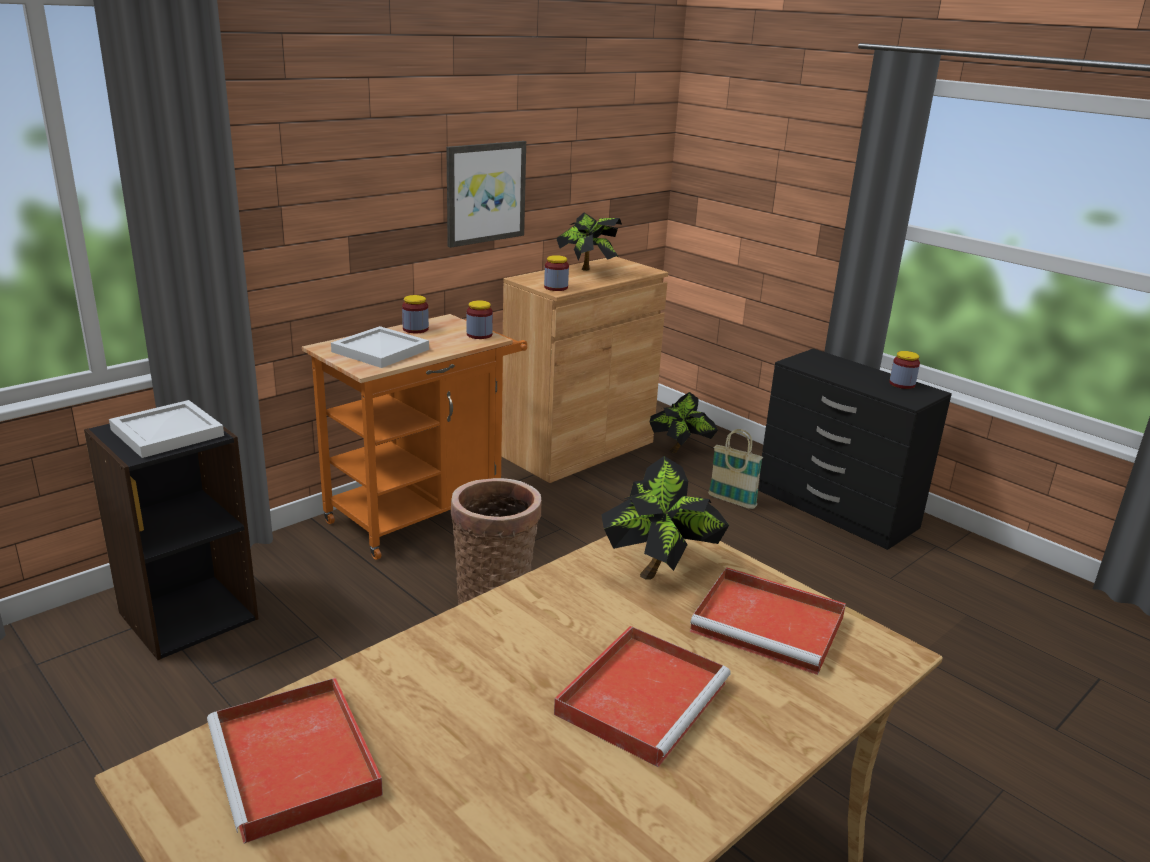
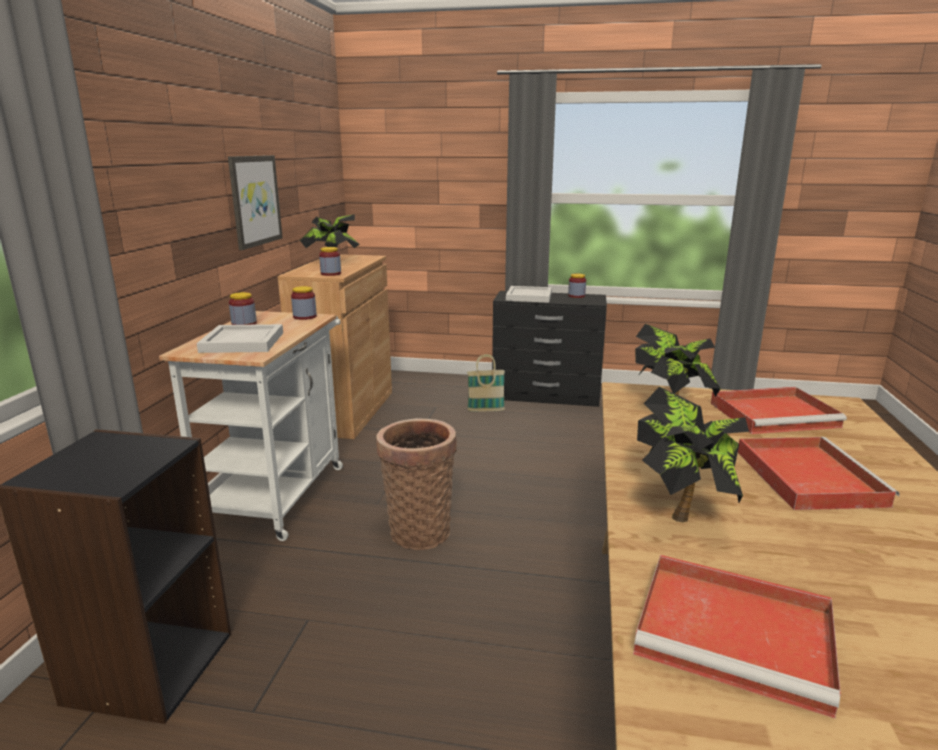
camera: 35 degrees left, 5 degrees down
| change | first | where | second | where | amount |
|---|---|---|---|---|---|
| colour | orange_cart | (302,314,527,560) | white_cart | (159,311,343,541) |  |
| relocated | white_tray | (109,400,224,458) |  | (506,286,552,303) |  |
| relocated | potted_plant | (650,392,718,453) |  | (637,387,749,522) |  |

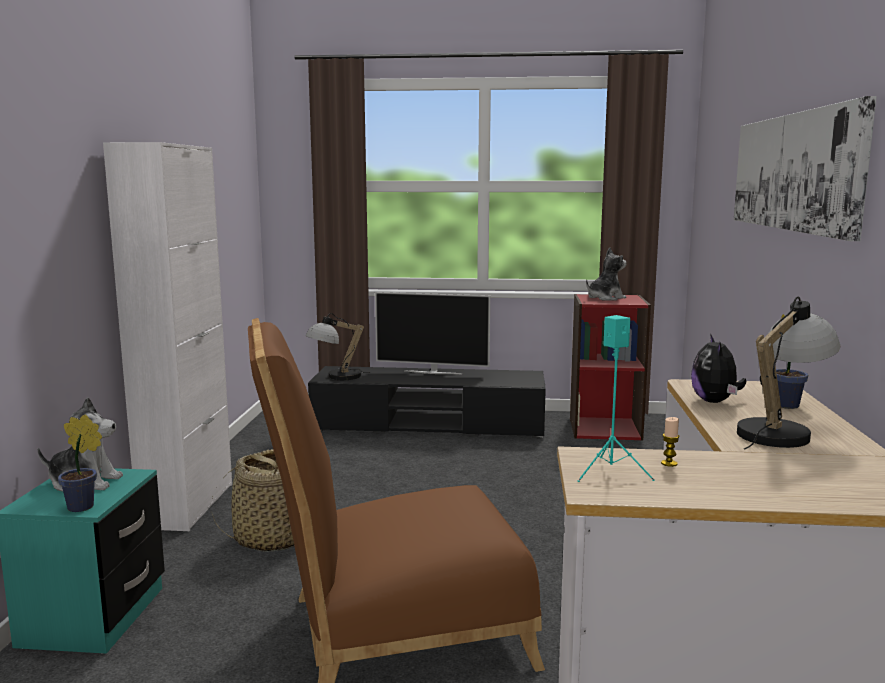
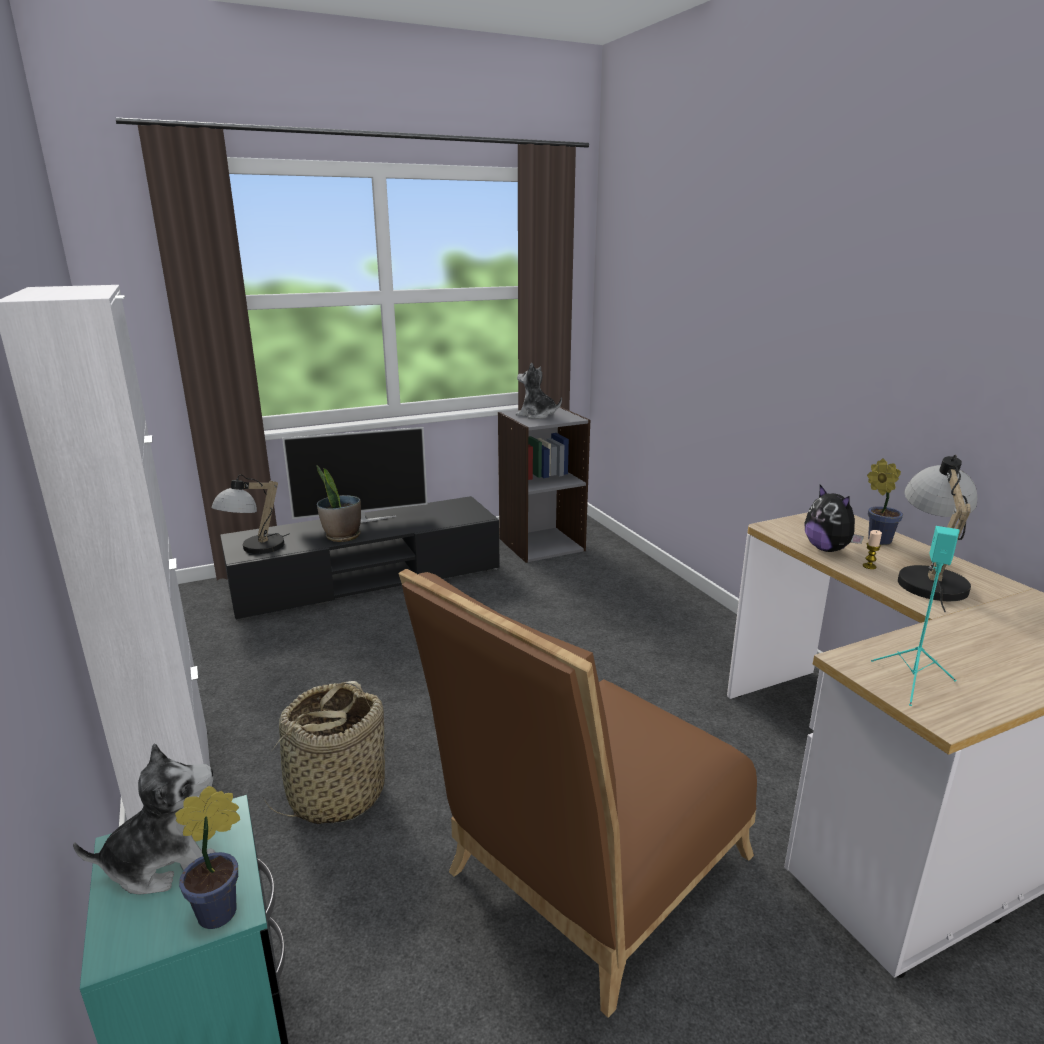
camera: 30 degrees left, 10 degrees up
| change | first | where | second | where | amount |
|---|---|---|---|---|---|
| appeared |  |  | potted_plant | (316,465,361,542) |  |
| colour | red_bookcase | (570,294,651,441) | grey_bookcase | (498,407,590,563) |  |
| spun | plush_toy | (586,247,627,301) |  | (516,362,562,419) | 90 degrees counterclockwise |
| relocated | candle | (661,417,680,467) |  | (863,530,882,569) |  |
| missing | picture | (734,96,877,241) |  |  |  |

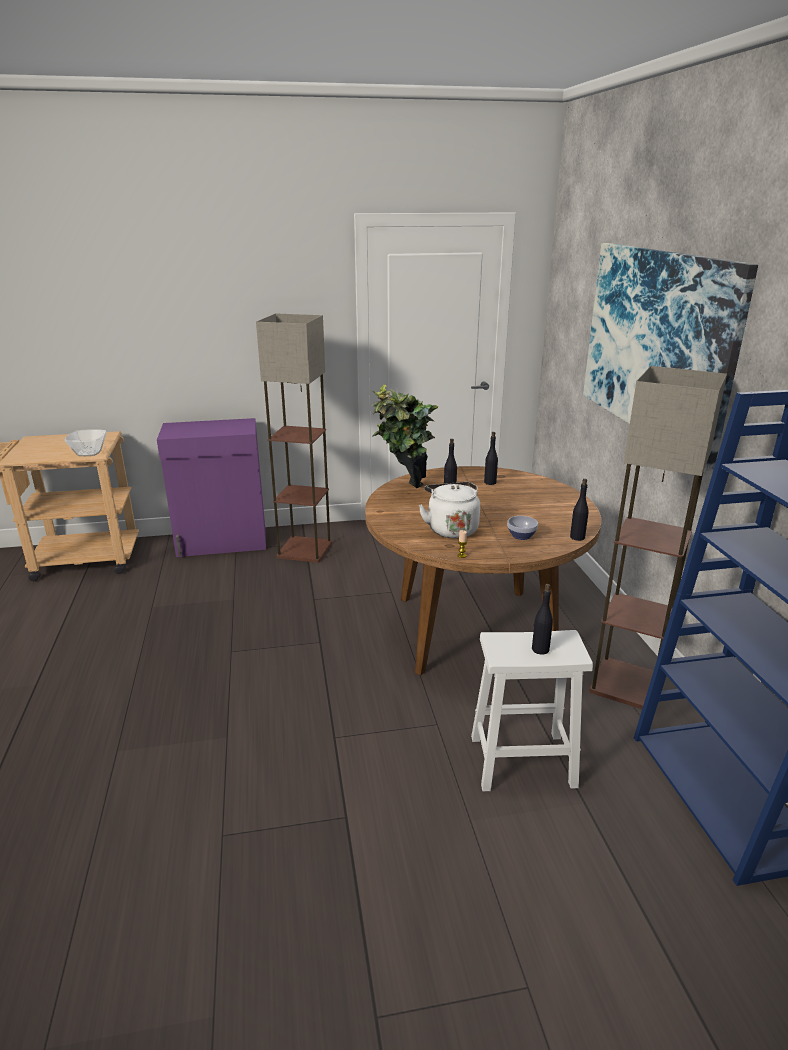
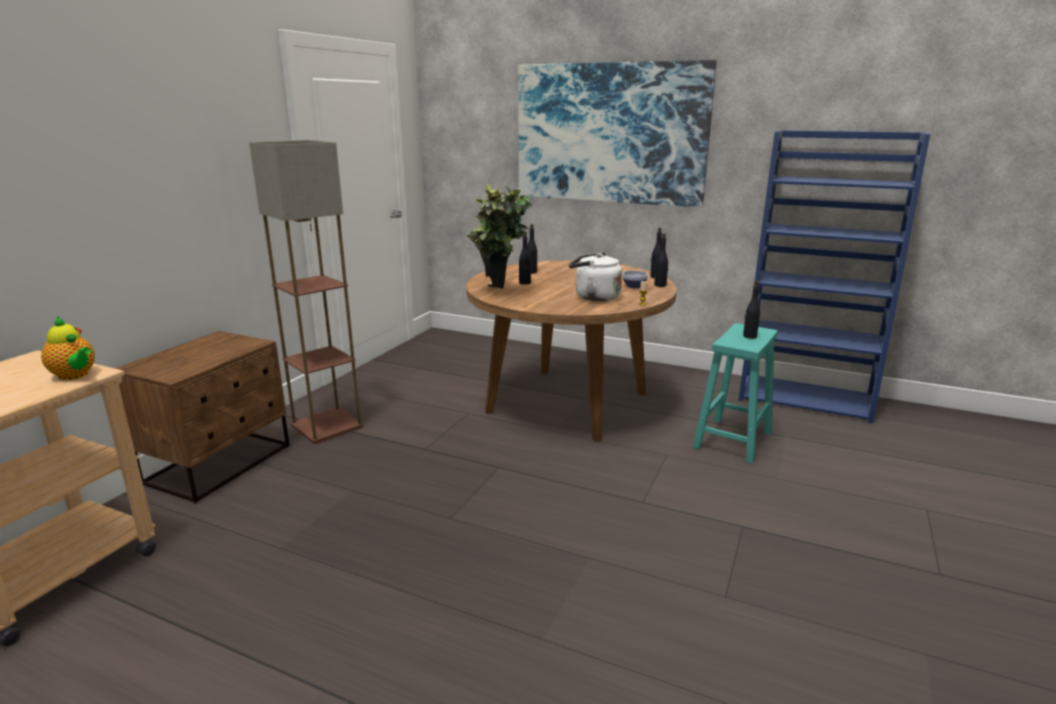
camera: 55 degrees left, 5 degrees down
| change | first | where | second | where | amount |
|---|---|---|---|---|---|
| exchanged | bowl | (65,429,107,456) | teapot | (41,316,95,380) |  |
| exchanged | purple_cabinet | (157,418,266,557) | brown_nightstand | (114,331,290,504) |  |
| appeared |  |  | black_bottle | (654,233,668,287) |  |
| colour | white_stool | (471,630,593,791) | turquoise_stool | (693,323,778,464) |  |
| missing | floor_lamp | (589,366,727,709) |  |  |  |

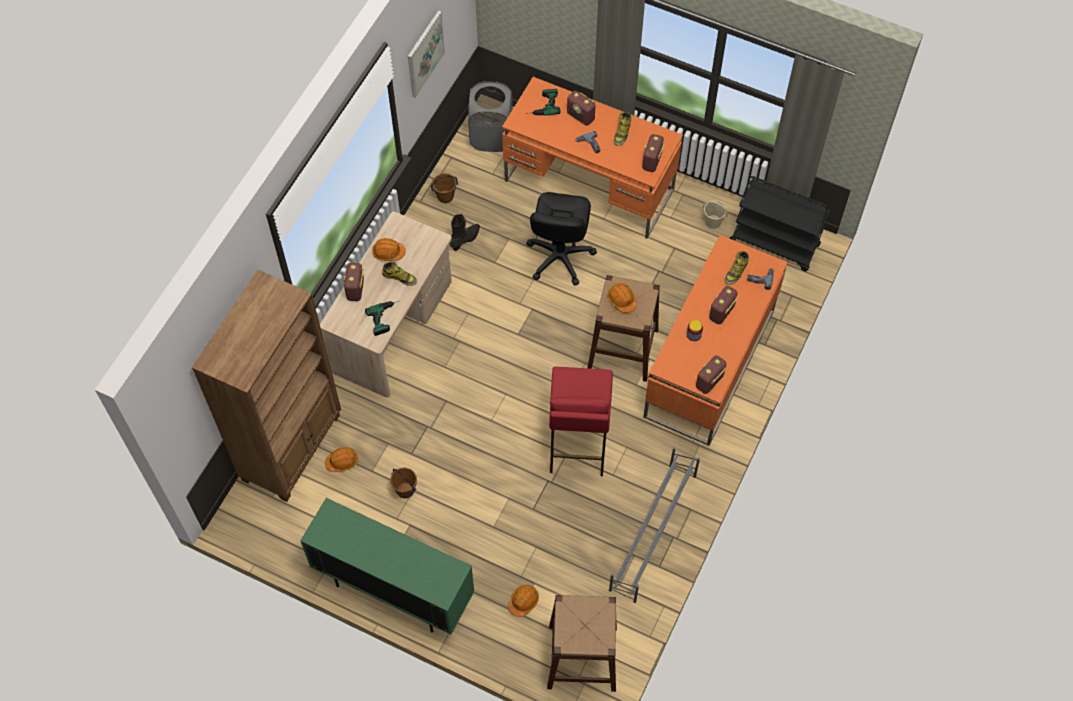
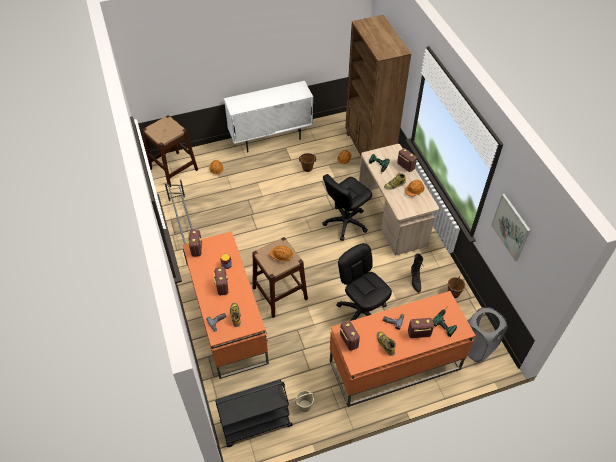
camera: 135 degrees right, 10 degrees down
| change | first | where | second | where | amount |
|---|---|---|---|---|---|
| colour | green_cabinet | (300,498,475,635) | white_cabinet | (224,81,313,152) |  |
| appeared |  |  | black_office_chair | (323,174,372,241) |  |
| missing | red_stool | (549,367,613,476) |  |  |  |

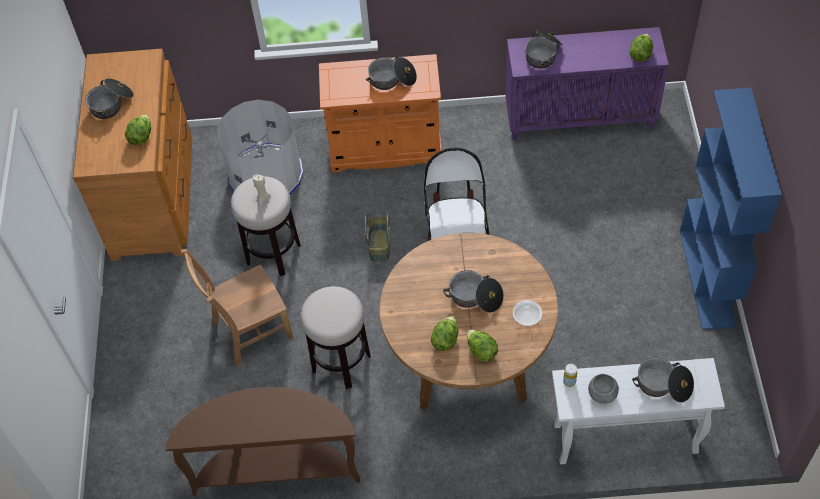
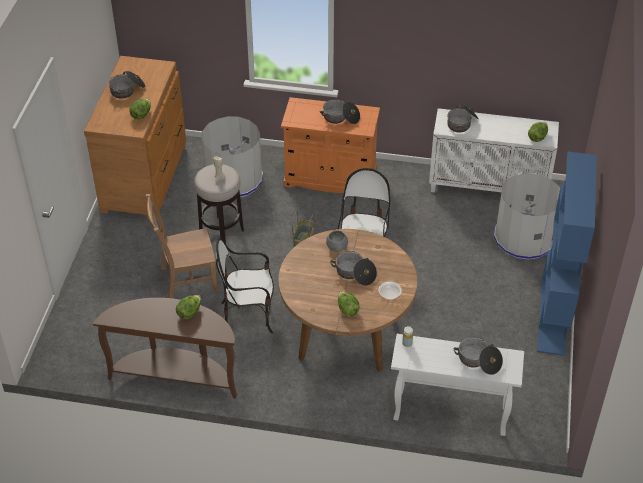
camera: 10 degrees right, 10 degrees down
| change | first | where | second | where | amount |
|---|---|---|---|---|---|
| relocated | lettuce | (430,316,458,351) |  | (176,295,201,319) |  |
| exchanged | stool | (300,286,371,389) | chair | (216,238,274,333) |  |
| relocated | grey_bowl | (588,374,619,404) |  | (326,230,348,252) |  |
| colour | purple_cabinet | (505,27,669,140) | white_cabinet | (429,108,559,193) |  |
| appeared |  |  | grey_trash_can | (494,173,560,260) |  |

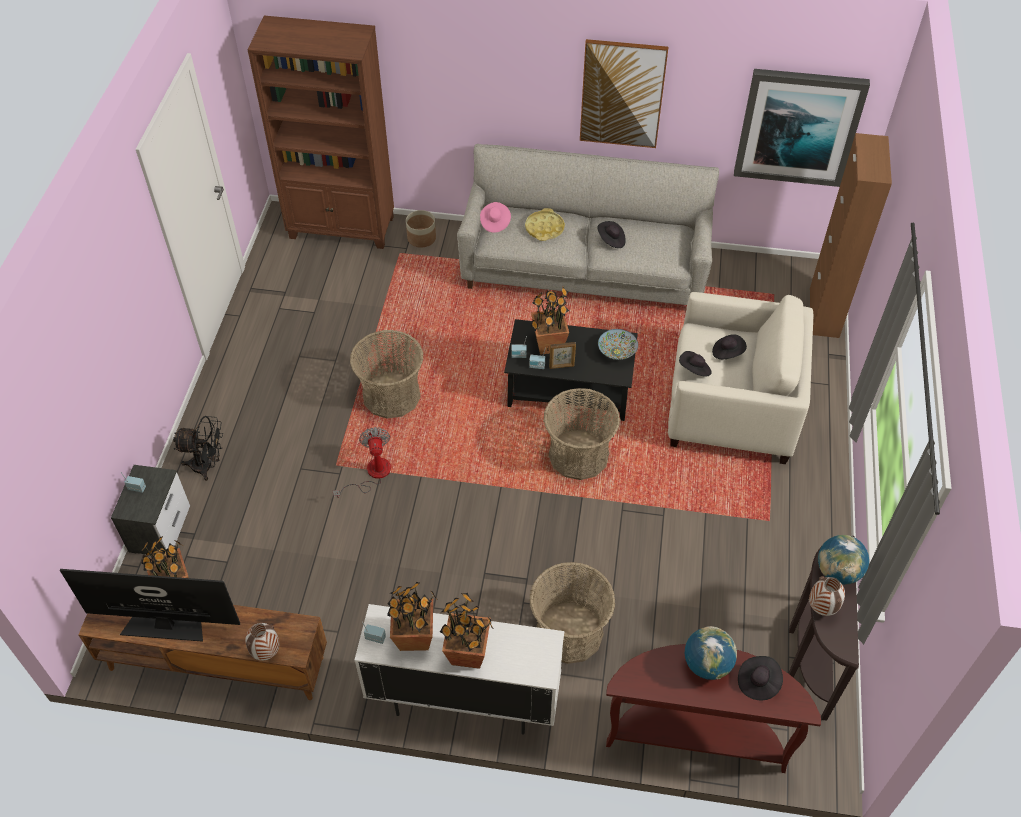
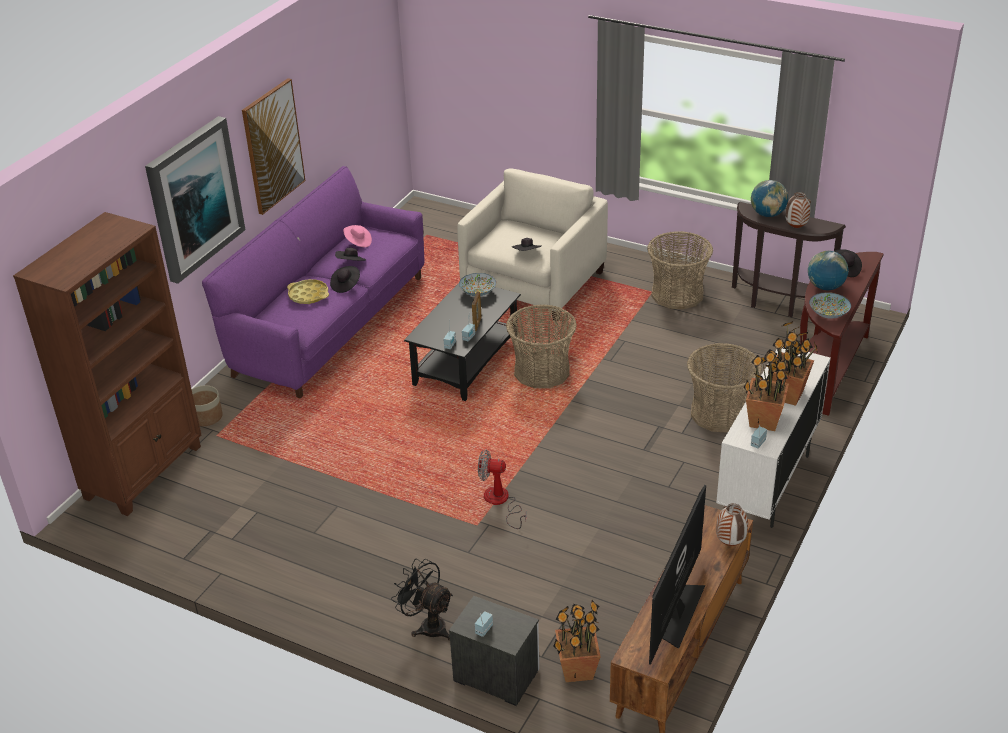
camera: 70 degrees left, 15 degrees down
| change | first | where | second | where | amount |
|---|---|---|---|---|---|
| relocated | picture | (734,69,870,187) |  | (145,116,245,284) |  |
| colour | grey_sofa | (457,144,719,305) | purple_sofa | (202,166,424,398) |  |
| relocated | black_hat | (712,334,747,359) |  | (330,266,360,293) |  |
| relocated | pink_hat | (480,202,511,233) |  | (343,225,372,247) |  |
| spun | black_fan | (173,416,223,481) |  | (391,559,453,641) | 75 degrees counterclockwise |
| relocated | basket | (350,330,424,419) |  | (647,231,713,309) |  |
| appeared |  |  | bowl | (809,292,851,319) |  |
| missing | potted_plant | (531,287,569,355) |  |  |  |
| missing | brown_cabinet | (810,133,892,338) |  |  |  |

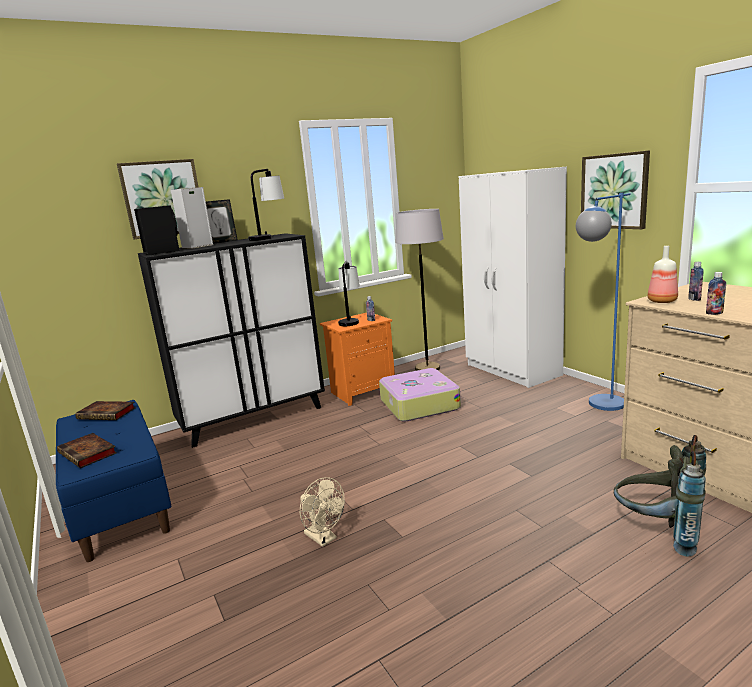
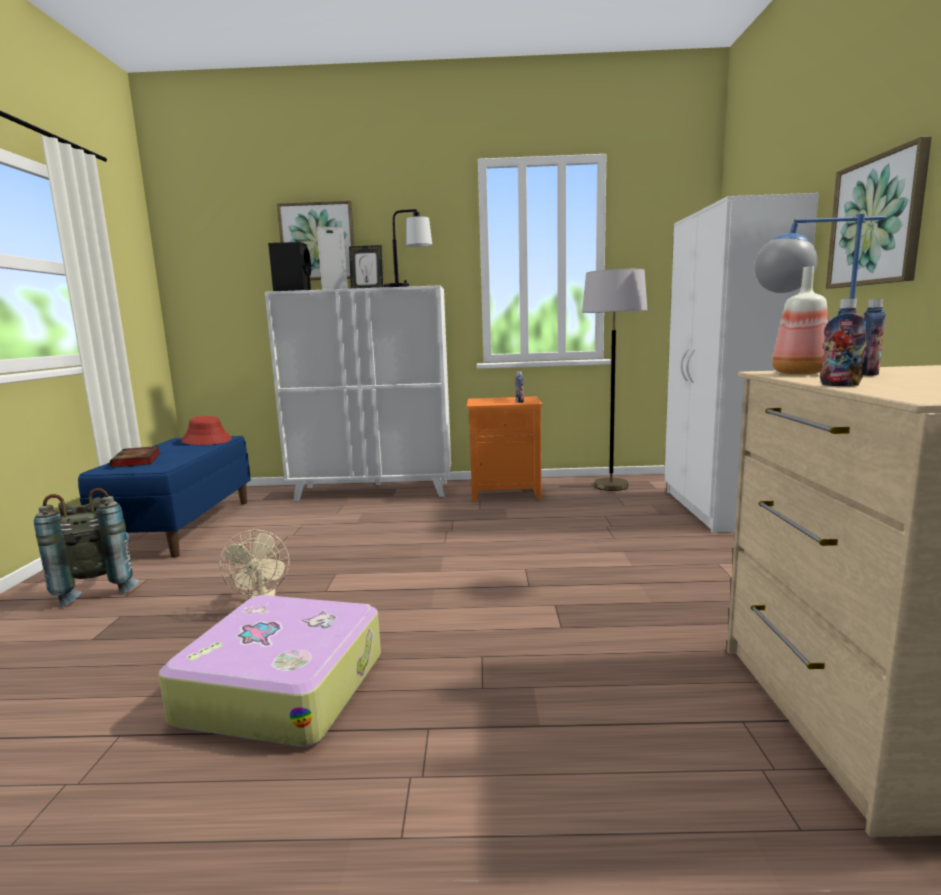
camera: 30 degrees right, 5 degrees down
| change | first | where | second | where | amount |
|---|---|---|---|---|---|
| relocated | grey_backpack | (614,435,706,557) |  | (34,488,139,607) |  |
| relocated | suitcase | (379,368,461,422) |  | (158,595,381,747) |  |
| exchanged | book | (75,401,136,420) | red_hat | (181,416,232,445) |  |
| colour | black_cabinet | (138,233,325,448) | white_cabinet | (265,285,451,501) |  |
| missing | table_lamp | (338,261,360,326) |  |  |  |

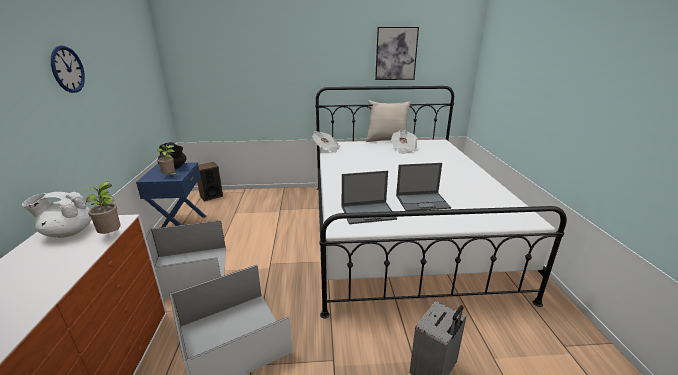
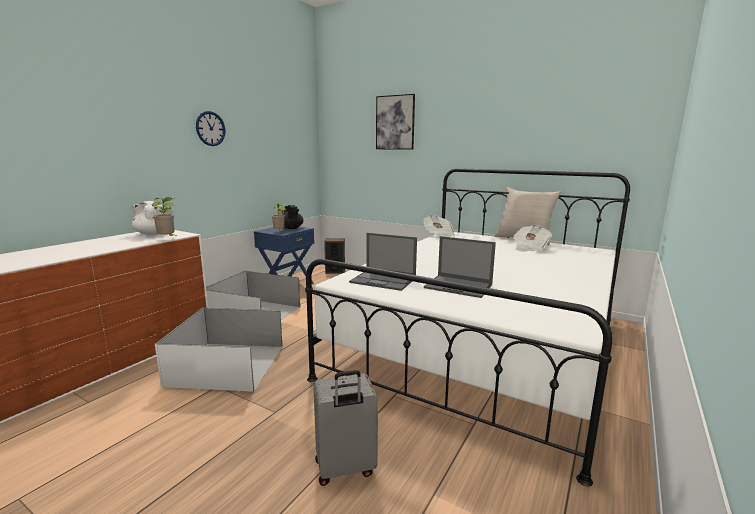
camera: 35 degrees right, 10 degrees down
| change | first | where | second | where | amount |
|---|---|---|---|---|---|
| relocated | picture | (375,27,419,80) |  | (376,94,415,150) |  |

